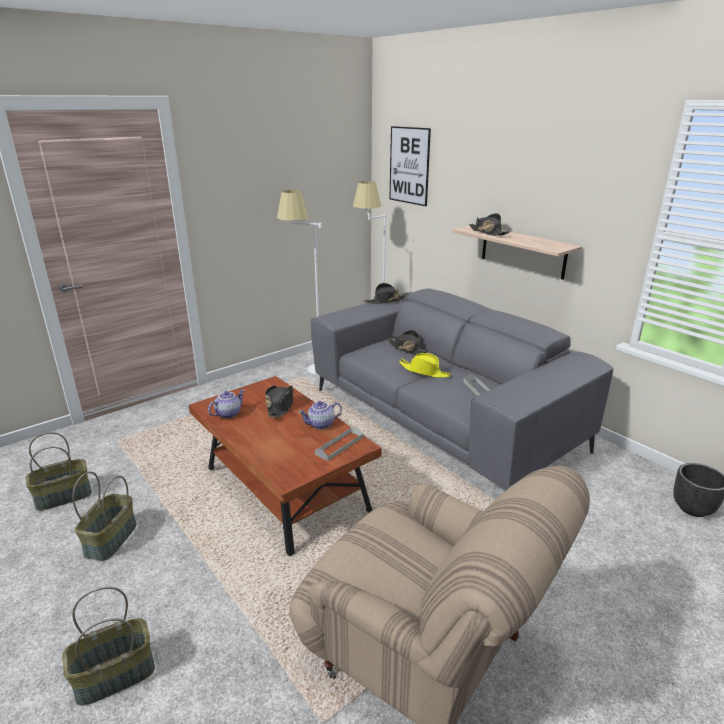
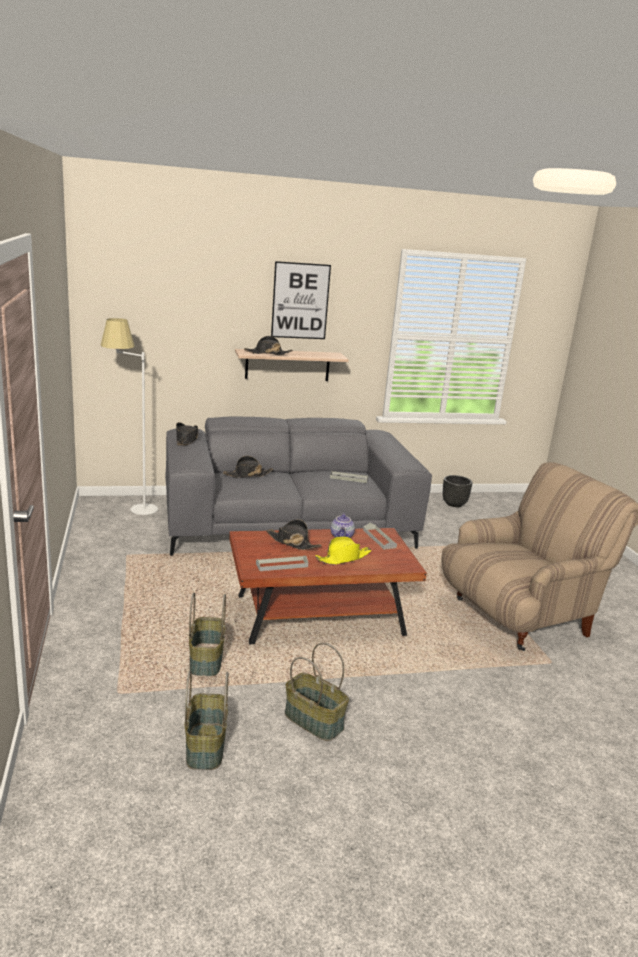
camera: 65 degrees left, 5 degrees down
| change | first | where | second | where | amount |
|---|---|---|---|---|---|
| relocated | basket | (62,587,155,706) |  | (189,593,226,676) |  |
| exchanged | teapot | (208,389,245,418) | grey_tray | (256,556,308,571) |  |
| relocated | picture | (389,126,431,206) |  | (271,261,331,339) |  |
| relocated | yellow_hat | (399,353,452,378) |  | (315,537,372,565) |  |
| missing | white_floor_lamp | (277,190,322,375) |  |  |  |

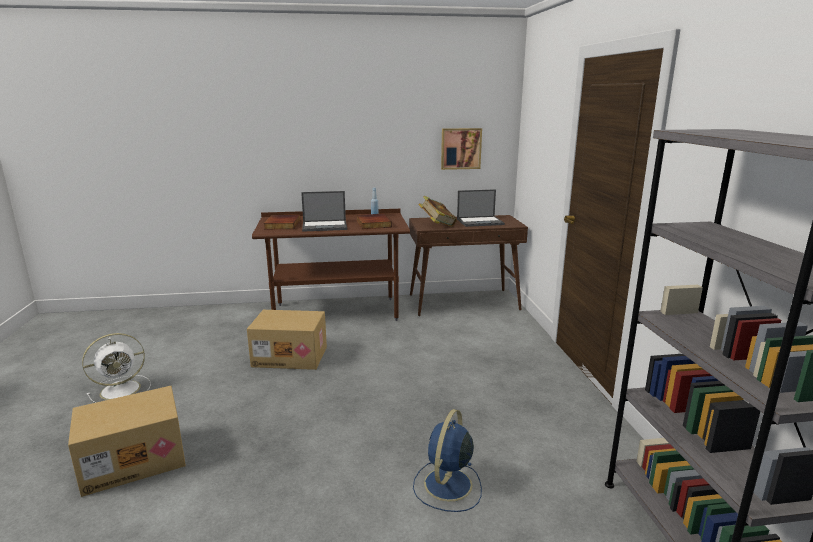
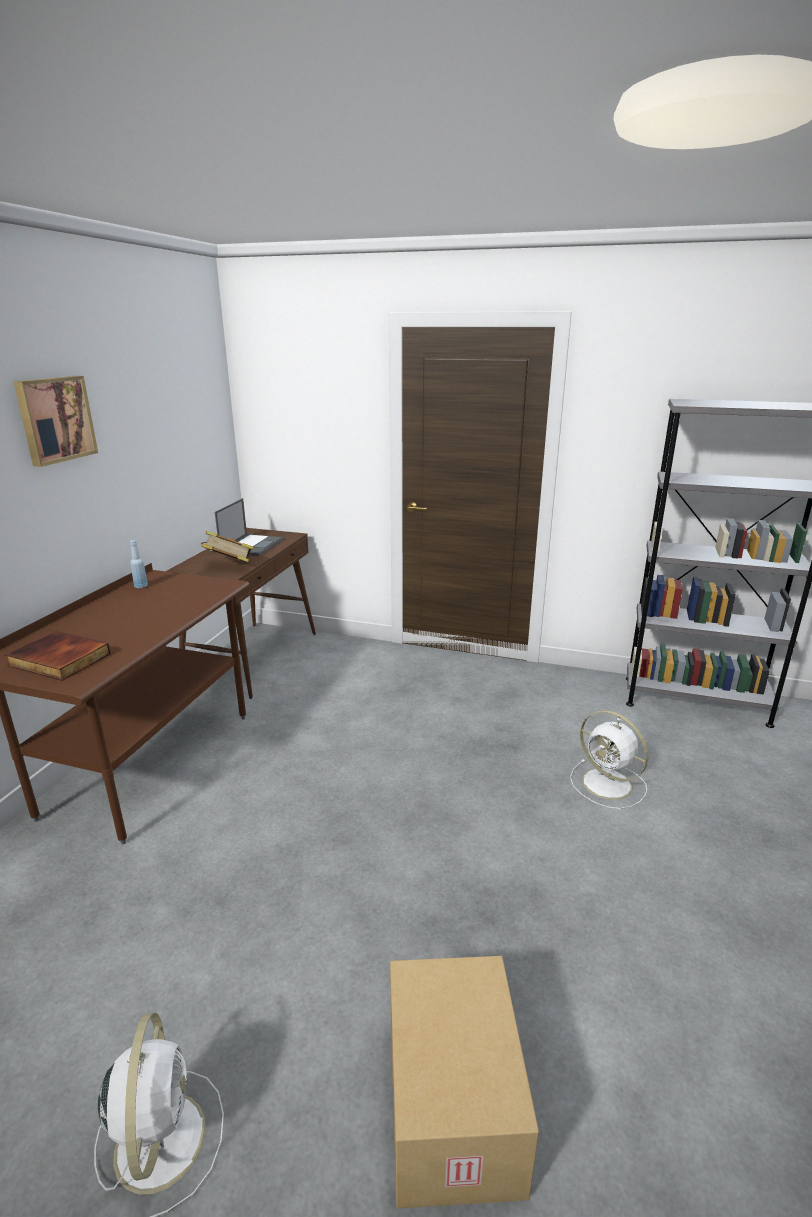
camera: 65 degrees left, 5 degrees up
| change | first | where | second | where | amount |
|---|---|---|---|---|---|
| relocated | picture | (441,128,482,170) |  | (13,376,98,467) |  |
| colour | blue_fan | (413,409,482,512) | white_fan | (570,710,648,809) |  |
| missing | cardboard_box | (247,310,327,370) |  |  |  |
| missing | laptop | (301,191,347,232) |  |  |  |
| missing | book | (356,214,392,229) |  |  |  |

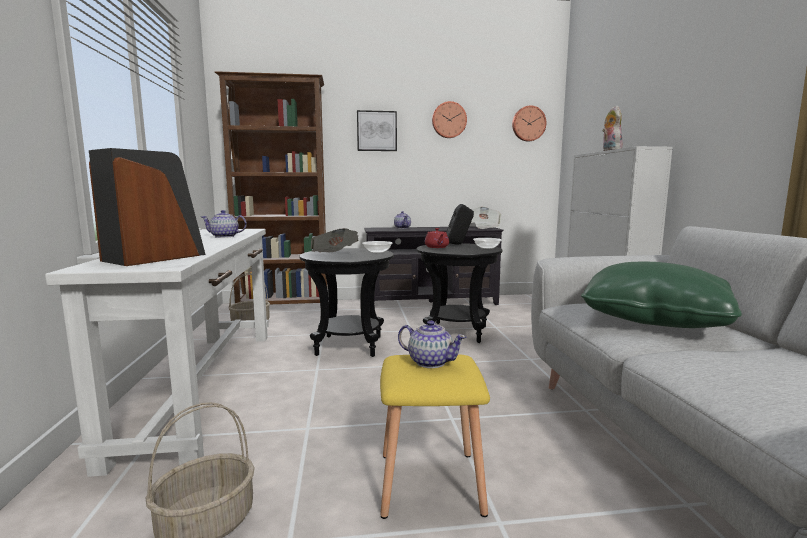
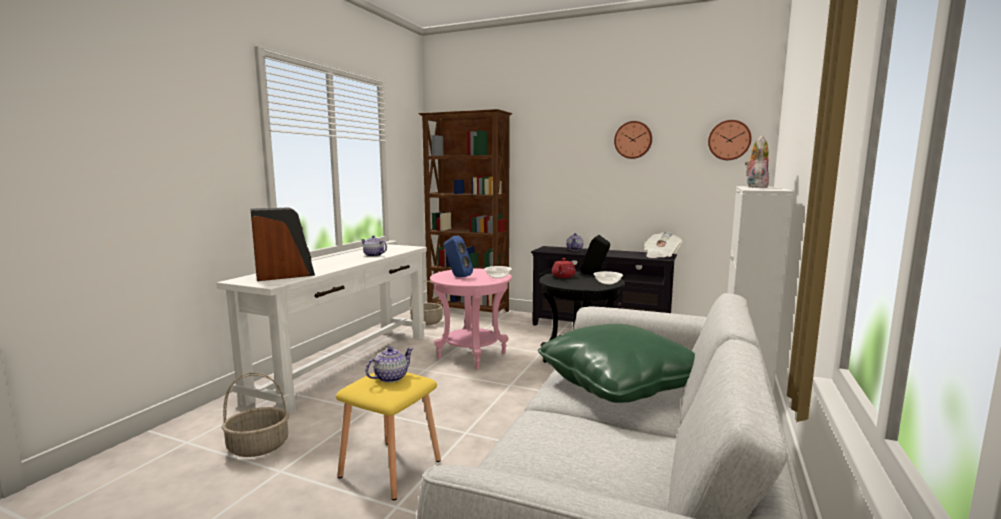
camera: 30 degrees right, 0 degrees up
| change | first | where | second | where | amount |
|---|---|---|---|---|---|
| spun | teapot | (398,320,466,368) |  | (366,347,413,383) | 105 degrees counterclockwise |
| colour | black_side_table | (299,248,394,357) | pink_side_table | (430,268,512,369) |  |
| exchanged | newspaper | (311,228,358,252) | blue_speaker | (444,236,473,277) |  |
| missing | picture | (357,110,397,151) |  |  |  |

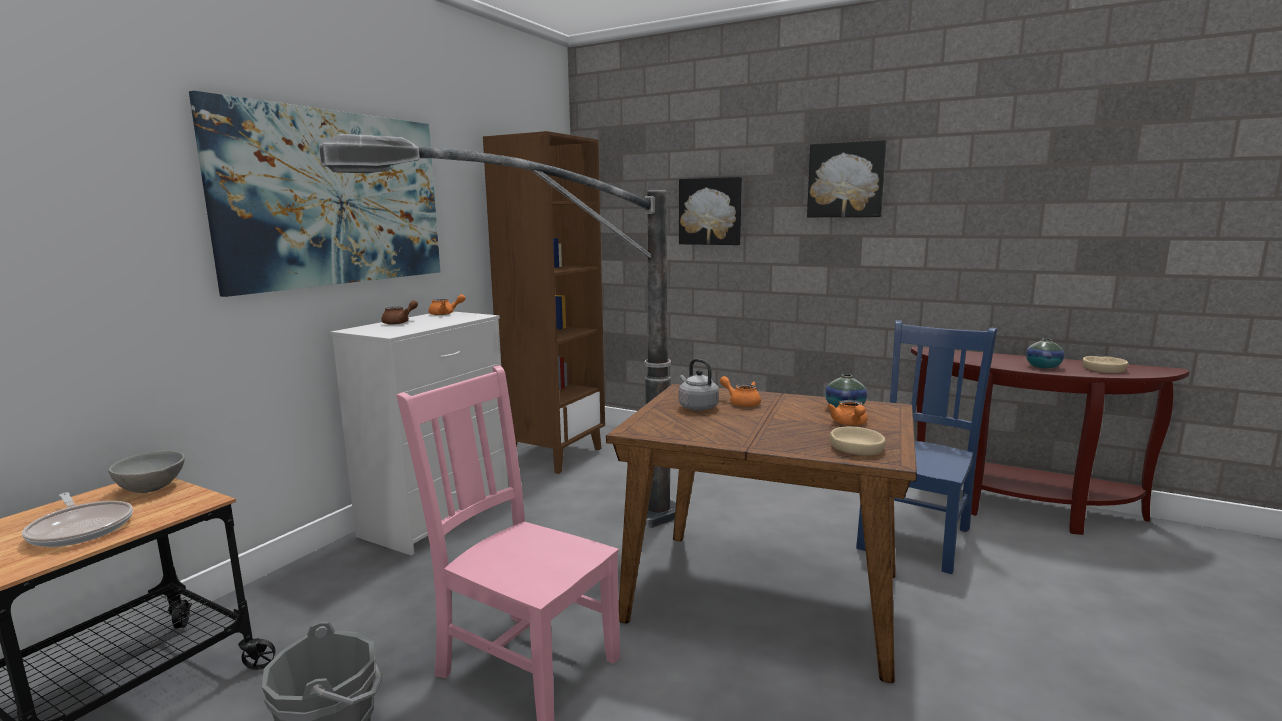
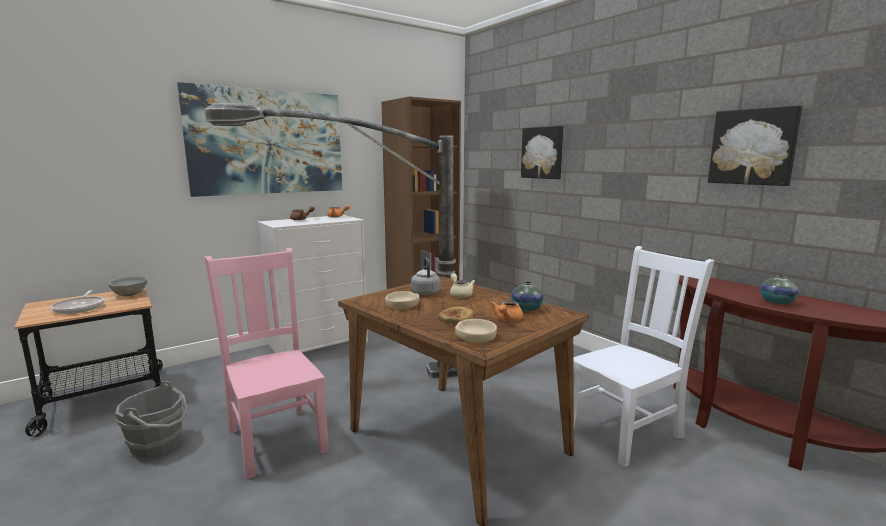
camera: 25 degrees right, 0 degrees up
| change | first | where | second | where | amount |
|---|---|---|---|---|---|
| relocated | beige_bowl | (1082,356,1128,373) |  | (385,291,420,309) |  |
| appeared |  |  | bread | (438,306,477,324) |  |
| colour | orange_teapot | (720,376,761,407) | beige_teapot | (450,273,475,298) |  |
| colour | blue_chair | (856,320,997,574) | white_chair | (573,246,714,467) |  |
| relocated | picture | (807,140,886,217) |  | (708,105,802,186) |  |

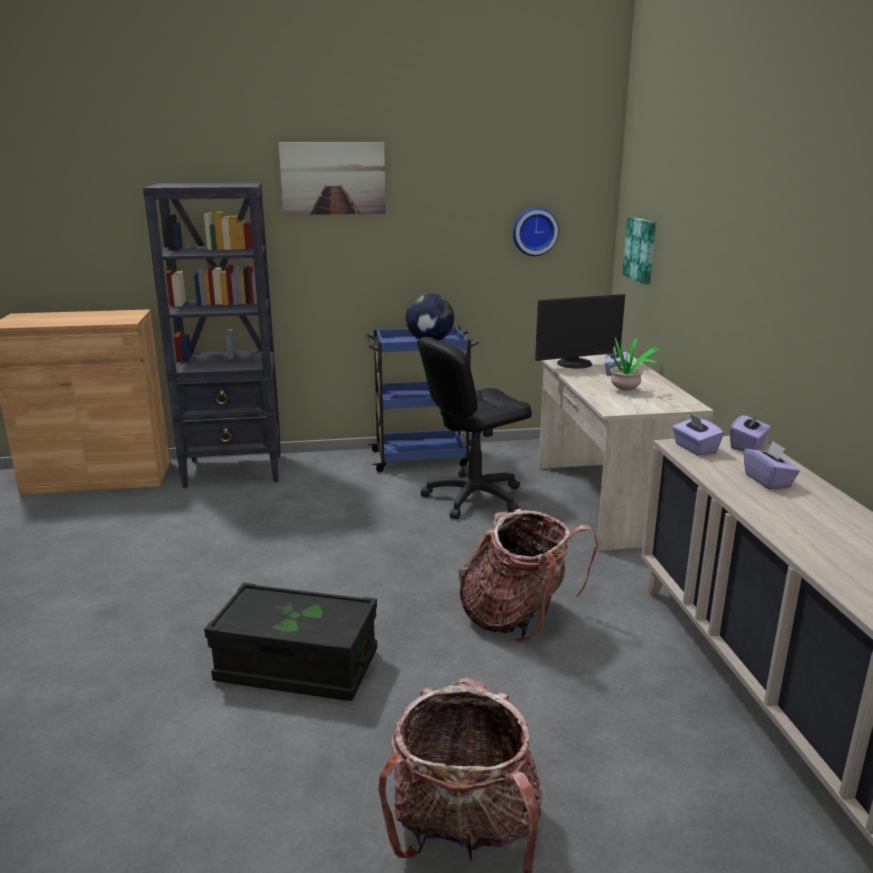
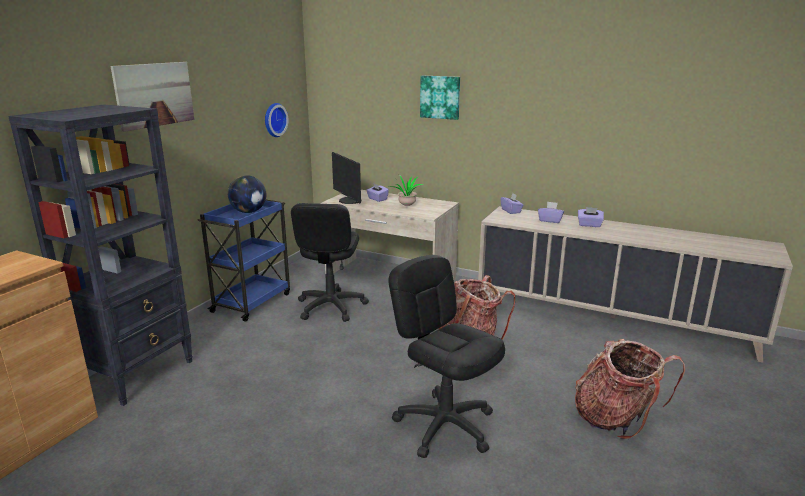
camera: 55 degrees left, 0 degrees up
| change | first | where | second | where | amount |
|---|---|---|---|---|---|
| spun | monitor | (535,294,625,369) |  | (332,152,361,204) | 135 degrees clockwise |
| exchanged | black_storage_box | (204,583,377,701) | black_office_chair | (388,255,505,458) |  |
| relocated | picture | (622,217,656,284) |  | (420,76,460,120) |  |
| relocated | purple_tissue_box | (672,413,724,456) |  | (578,207,604,227) |  |

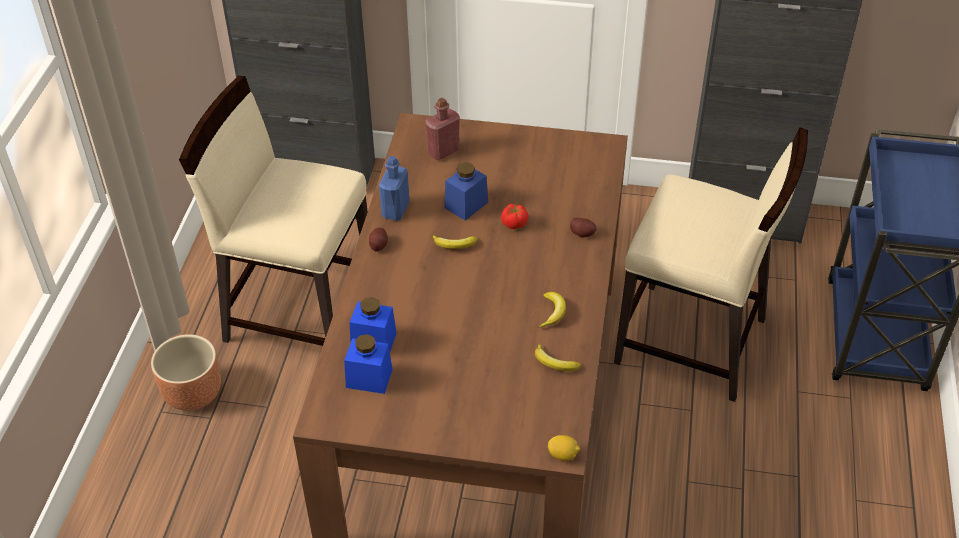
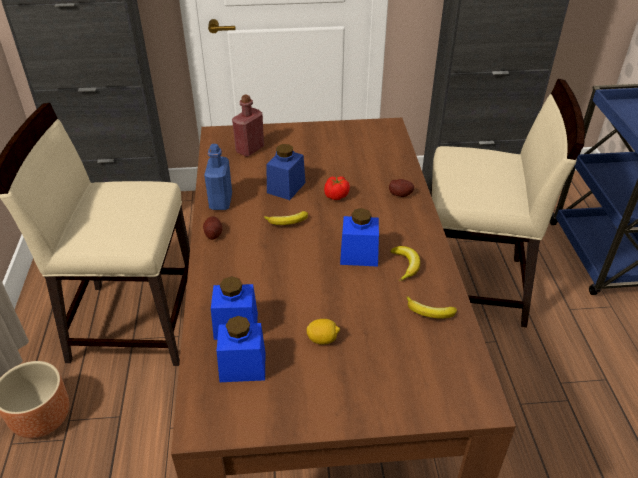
camera: 15 degrees left, 5 degrees down
| change | first | where | second | where | amount |
|---|---|---|---|---|---|
| relocated | lemon | (548,435,580,461) |  | (306,319,340,345) |  |
| appeared |  |  | blue_jar | (340,208,379,266) |  |

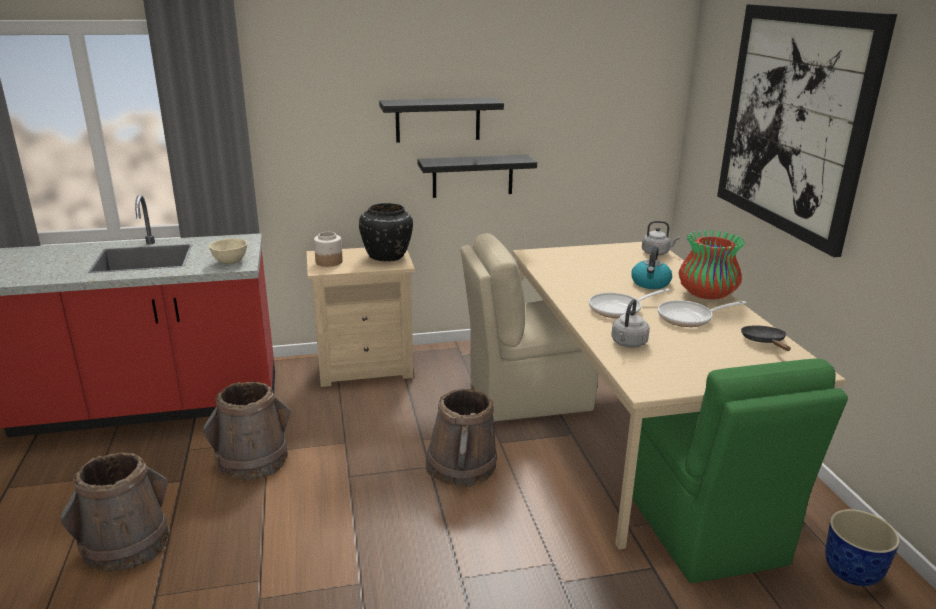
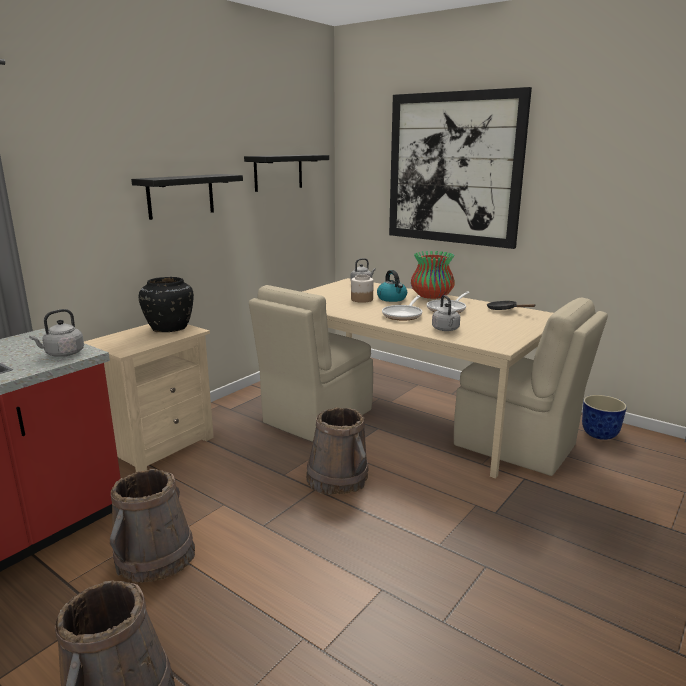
camera: 40 degrees left, 5 degrees down
| change | first | where | second | where | amount |
|---|---|---|---|---|---|
| exchanged | beige_bowl | (209,238,247,264) | grey_kettle | (29,309,84,357) |  |
| relocated | black_shelf | (417,154,537,198) |  | (244,155,329,192) |  |
| relocated | jar | (314,232,343,267) |  | (351,274,374,303) |  |
| colour | green_chair | (632,359,848,583) | beige_chair | (454,297,608,476) |  |

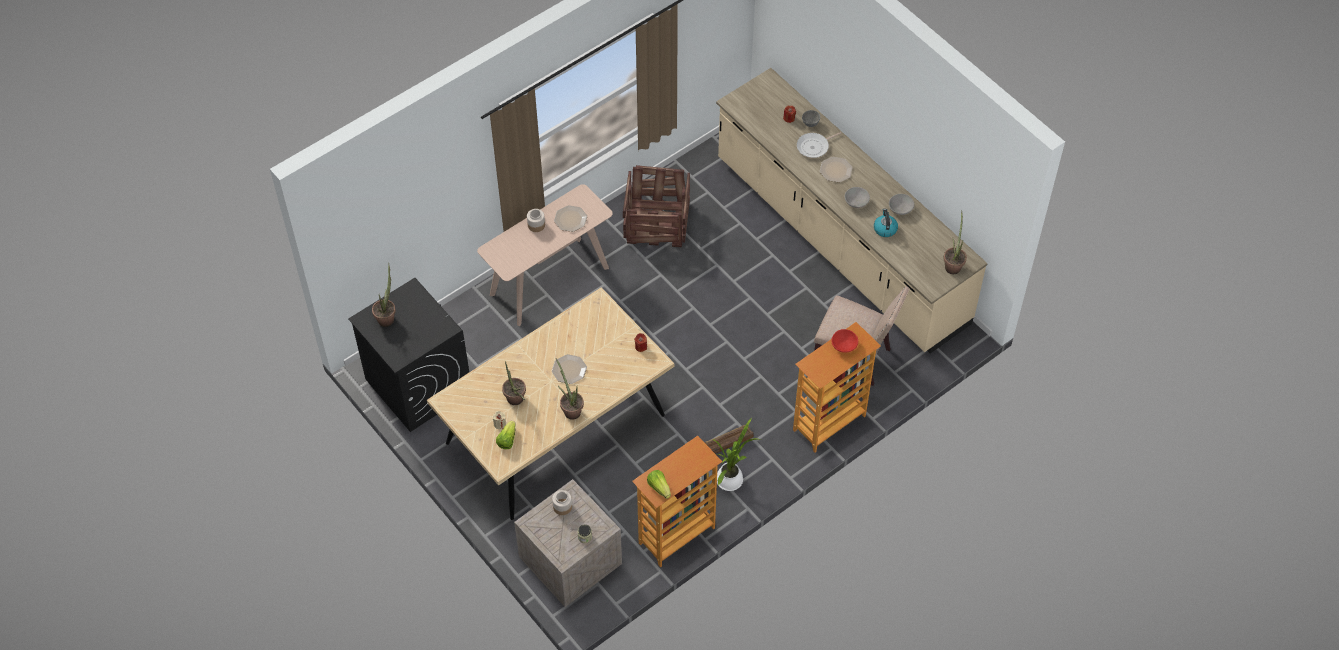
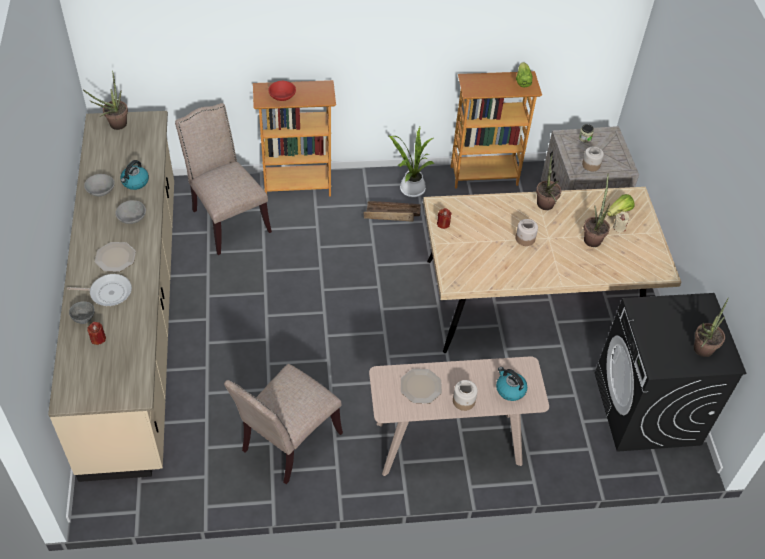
camera: 150 degrees left, 5 degrees down
| change | first | where | second | where | amount |
|---|---|---|---|---|---|
| exchanged | crate | (623,165,690,247) | beige_chair | (224,364,343,484) |  |
| appeared |  |  | kettle | (496,367,527,401) |  |
| exchanged | plate | (552,354,587,384) | jar | (515,219,538,246) |  |

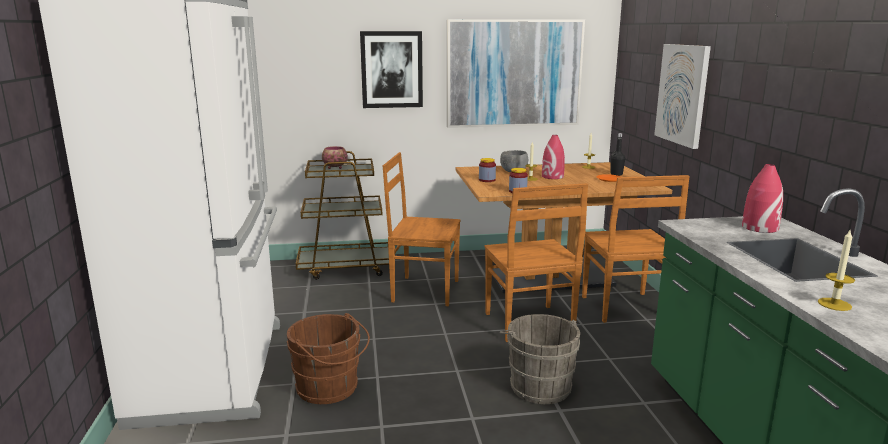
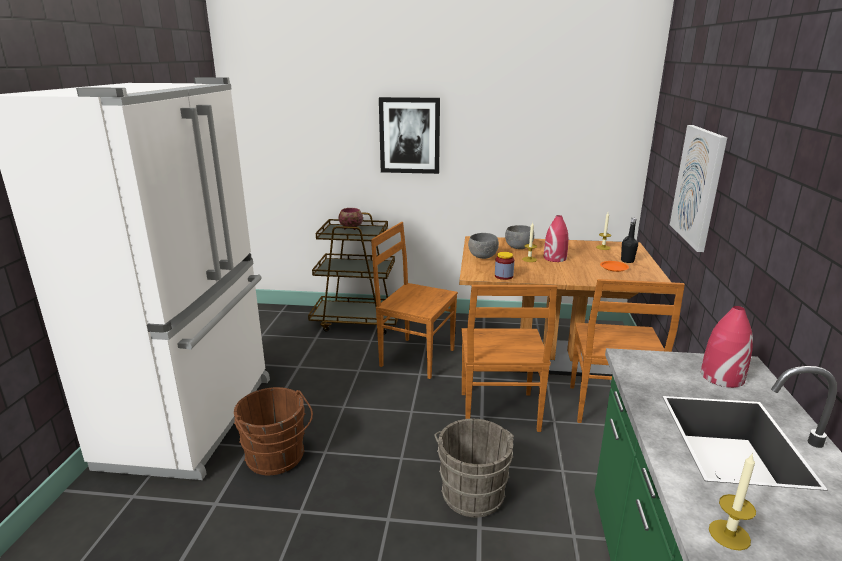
camera: 15 degrees right, 5 degrees up
| change | first | where | second | where | amount |
|---|---|---|---|---|---|
| exchanged | jar | (479,158,496,182) | grey_bowl | (468,233,499,259) |  |
| missing | picture | (447,19,585,128) |  |  |  |

